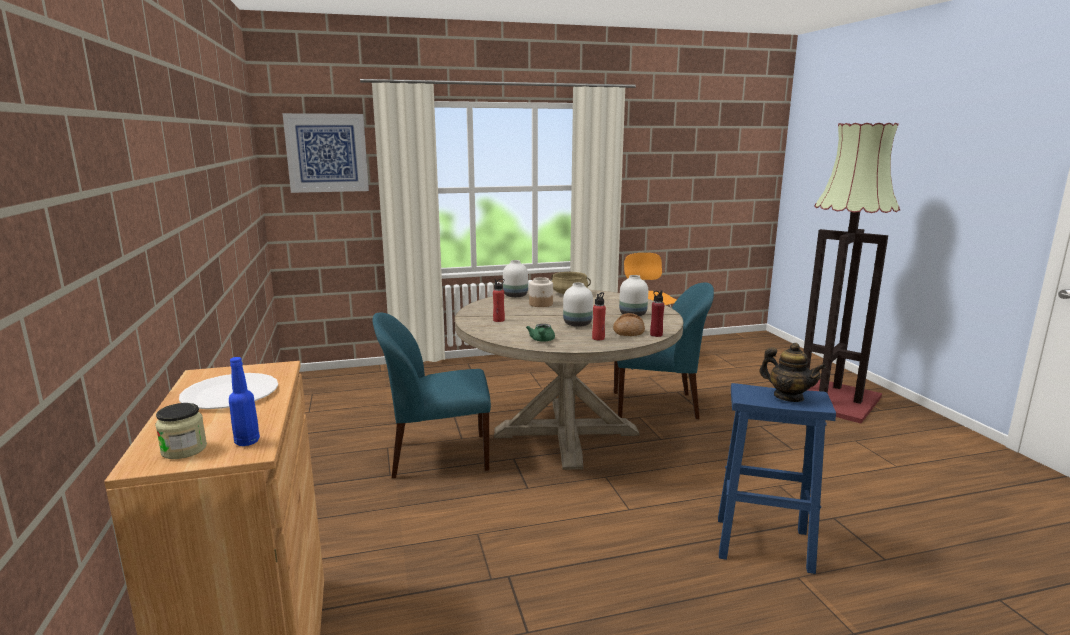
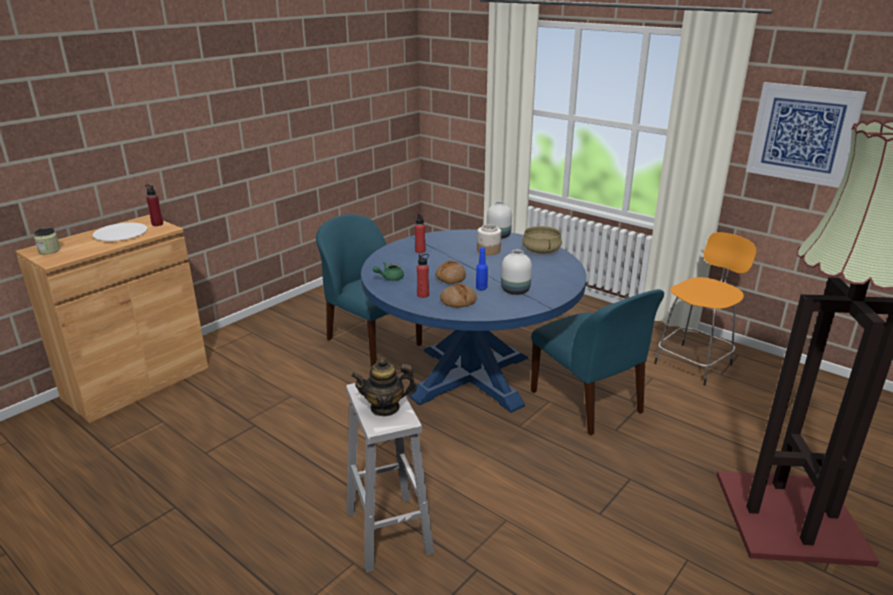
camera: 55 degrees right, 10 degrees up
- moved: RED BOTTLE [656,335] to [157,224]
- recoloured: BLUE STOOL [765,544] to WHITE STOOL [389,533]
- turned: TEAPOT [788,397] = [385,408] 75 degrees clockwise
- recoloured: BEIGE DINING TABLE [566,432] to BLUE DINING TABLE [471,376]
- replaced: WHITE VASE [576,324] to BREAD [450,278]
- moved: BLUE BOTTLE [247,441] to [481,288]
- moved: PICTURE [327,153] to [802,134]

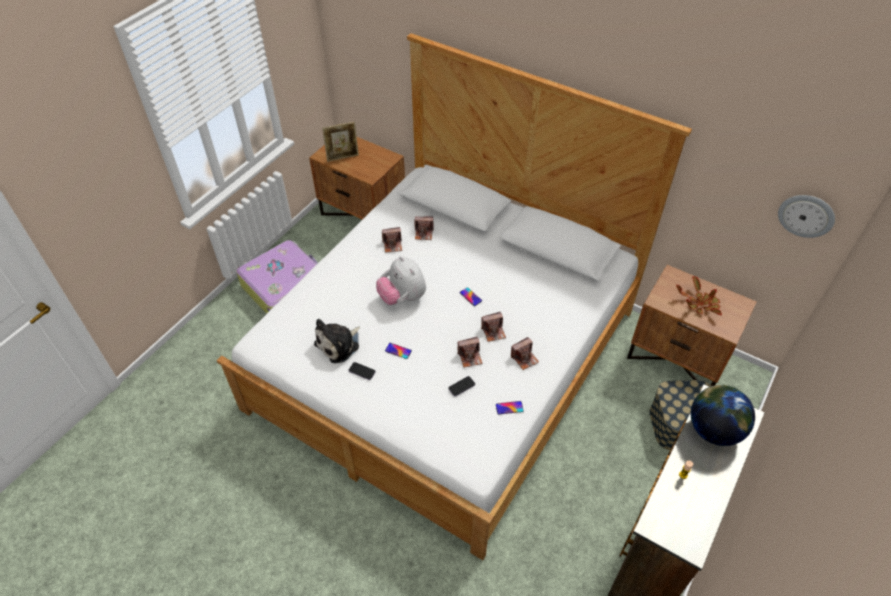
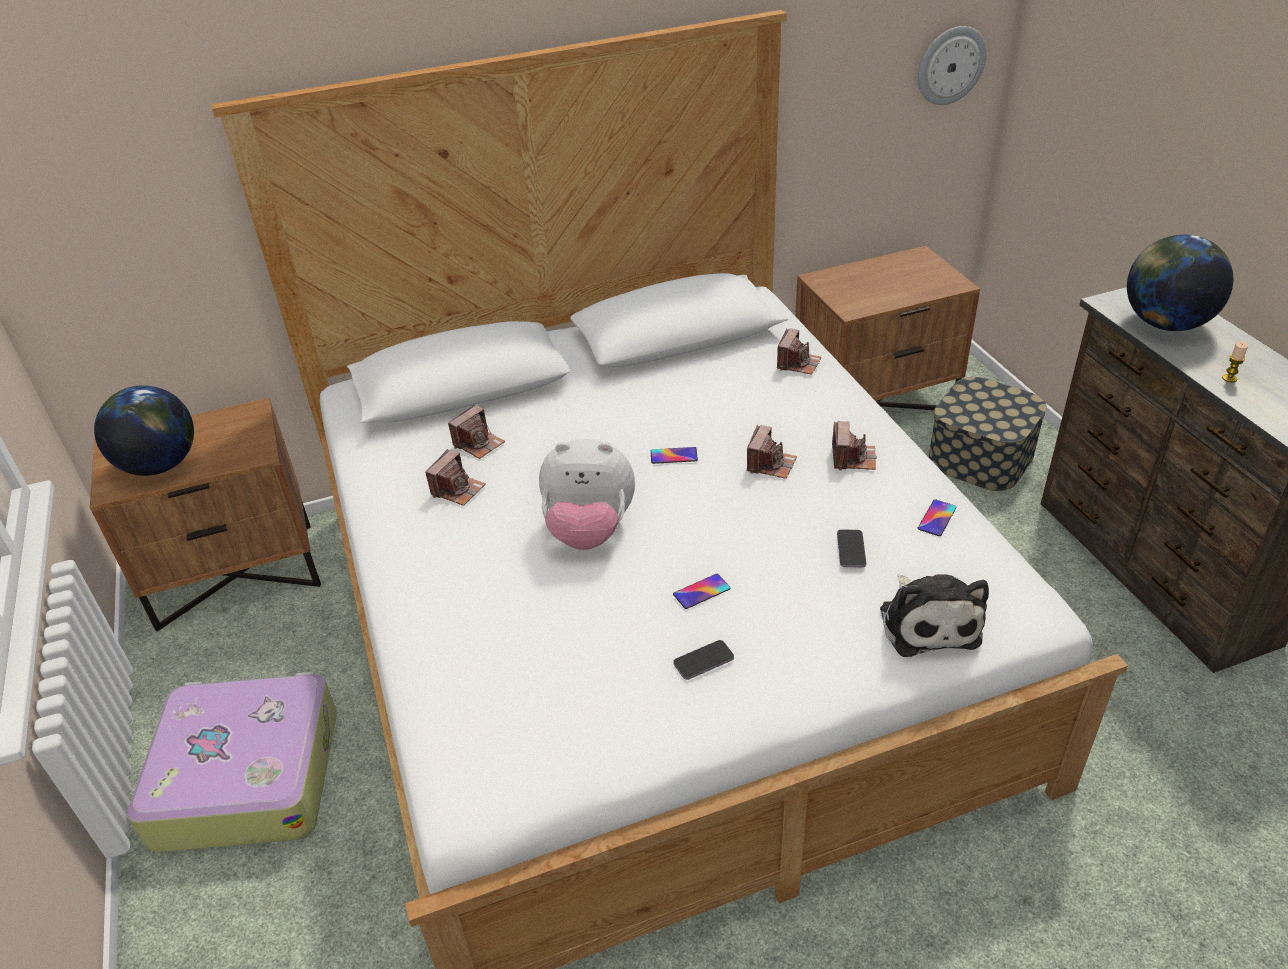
camera: 50 degrees left, 10 degrees down
- replaced: PICTURE FRAME [343,157] to GLOBE [160,465]
- moved: PHOTO CAMERA [470,357] to [798,363]
- moved: PLUSH TOY [339,344] to [928,622]
- removed: POTTED PLANT [699,304]

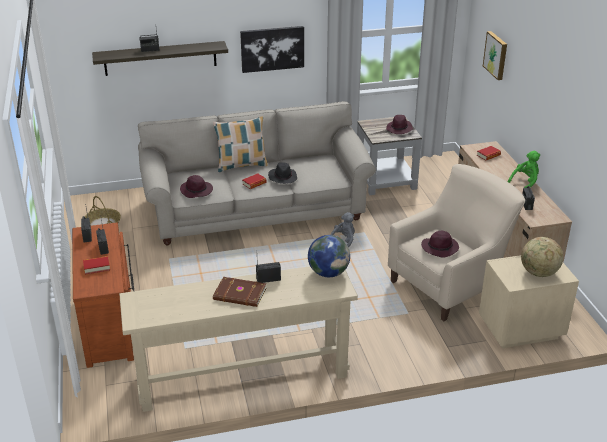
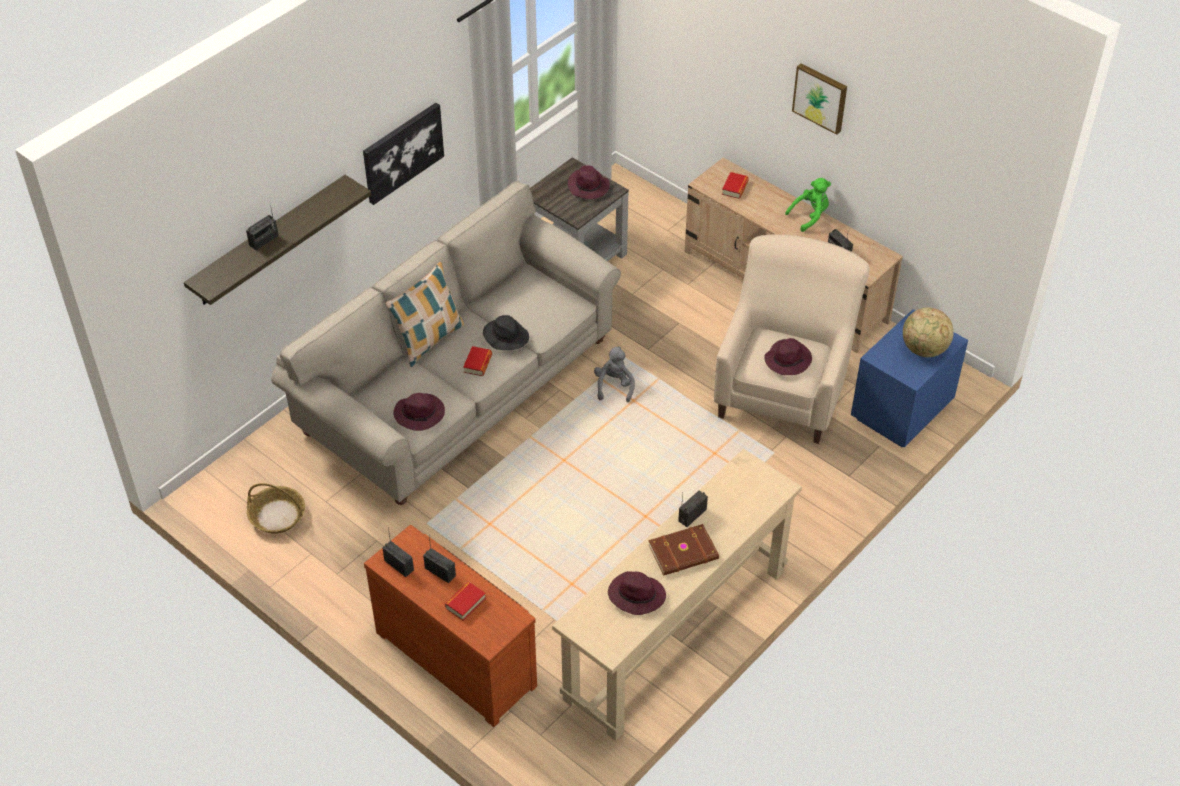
camera: 35 degrees left, 15 degrees up
- added: PURPLE HAT [635,595]
- turned: GREEN PLUSH TOY [525,182] = [810,216] 45 degrees clockwise
- moved: PICTURE [496,55] to [821,97]
- recoloured: BEIGE NIGHTSTAND [519,329] to BLUE NIGHTSTAND [899,412]
- removed: GLOBE [328,273]

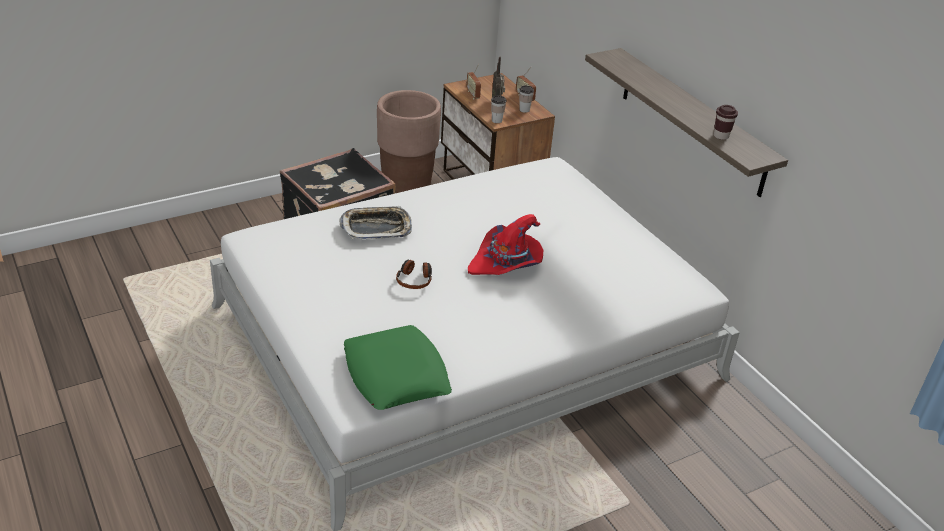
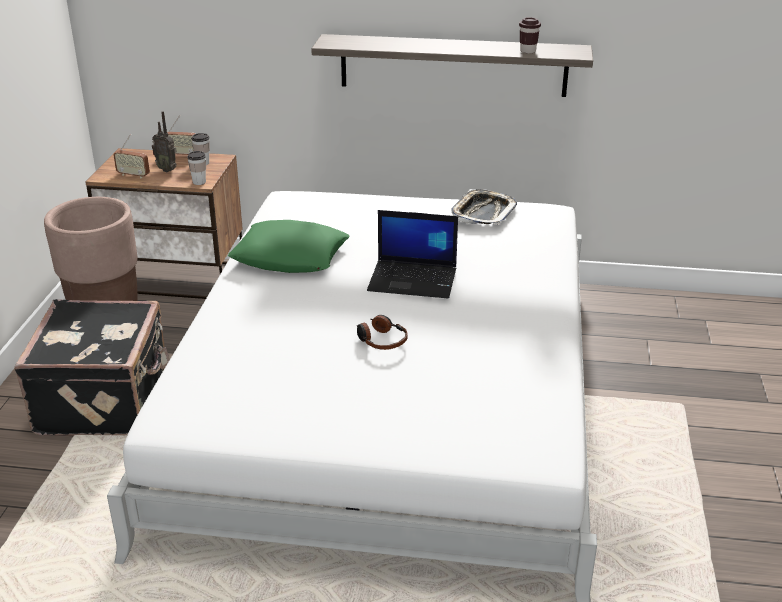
camera: 50 degrees left, 5 degrees down
- moved: GREEN PILLOW [396,375] to [290,256]
- replaced: RED HAT [506,263] to LAPTOP [414,279]
- moved: TRAY [376,227] to [483,212]

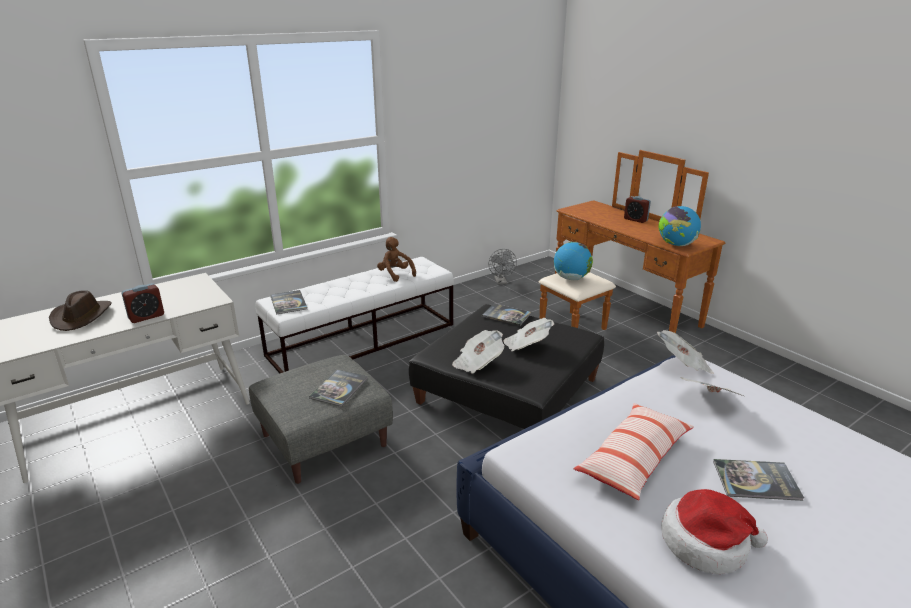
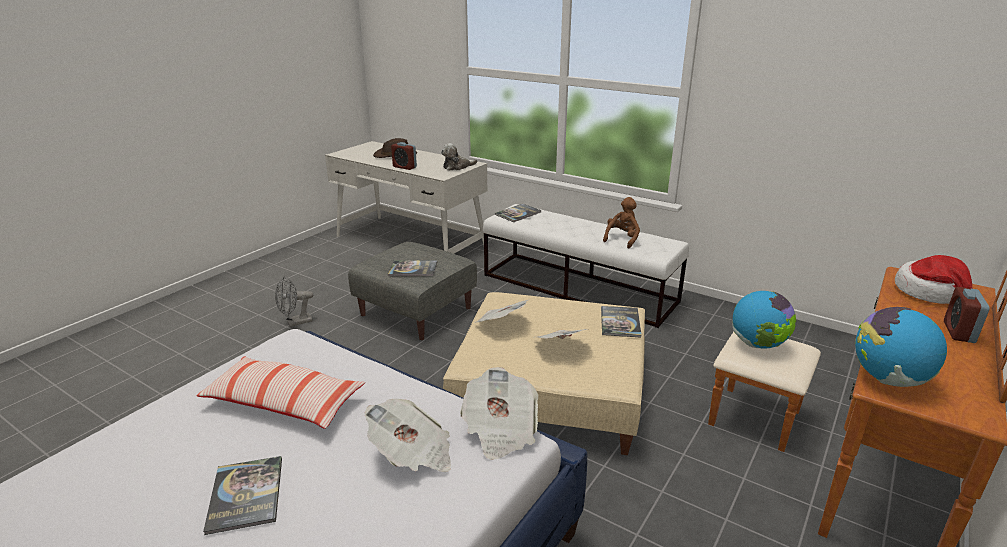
camera: 70 degrees right, 0 degrees up
- moved: GREY FAN [501,282] to [295,322]
- added: PLUSH TOY [457,167]
- recoloured: BLACK OTTOMAN [508,391] to BEIGE OTTOMAN [551,390]
- moved: HAT [706,543] to [931,293]

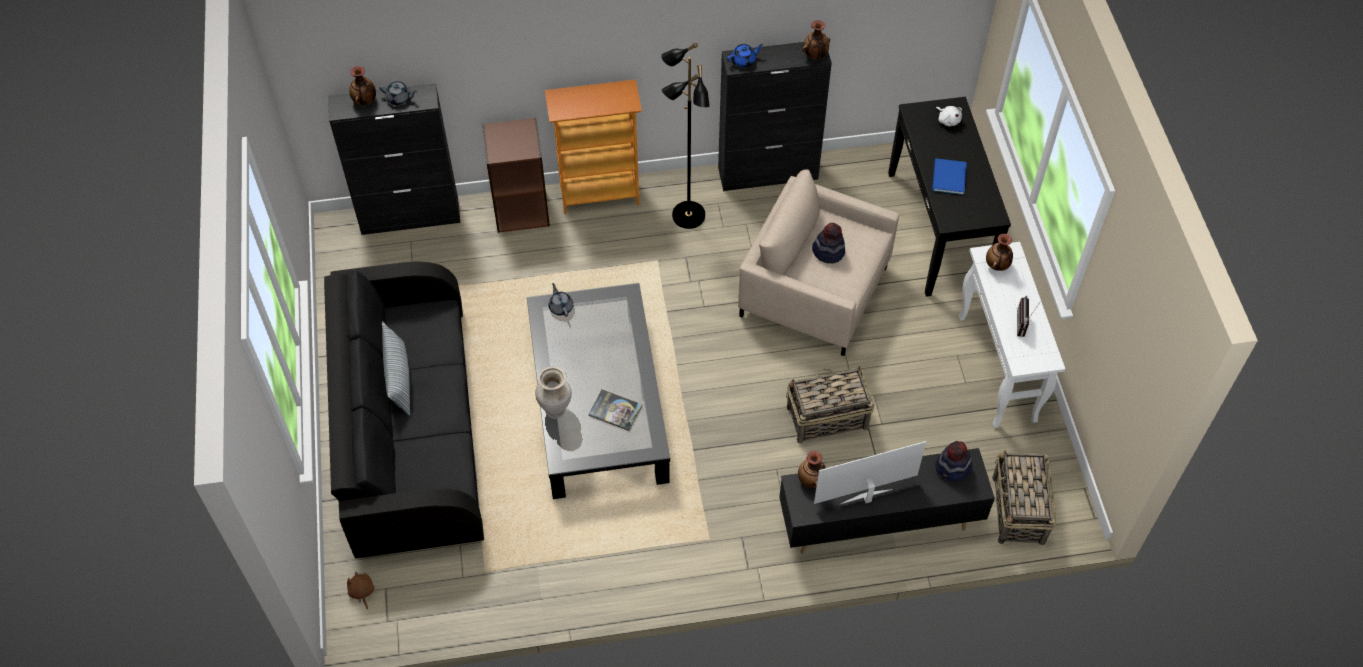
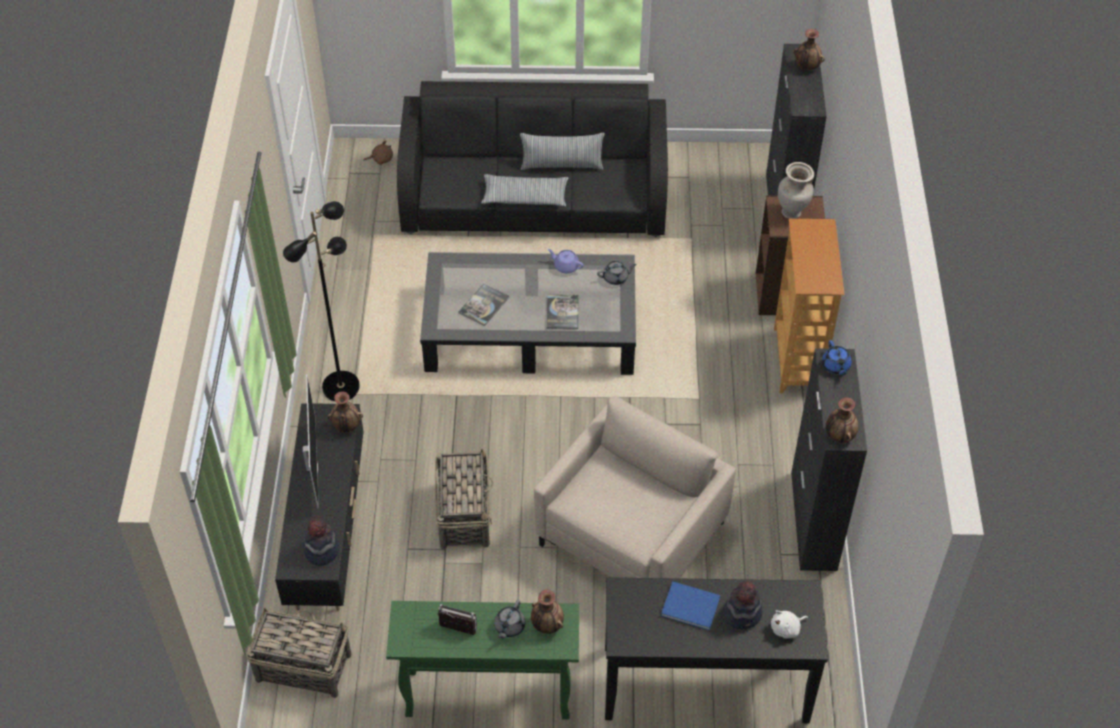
camera: 100 degrees right, 5 degrees down
- moved: BLACK FLOOR LAMP [687,216] to [340,386]
- recoloured: WHITE CONSOLE TABLE [997,369] to GREEN CONSOLE TABLE [486,695]
- added: PILLOW [525,197]
- moved: GREY TEAPOT [399,99] to [509,626]
- added: BOOK [562,312]
- added: PURPLE TEAPOT [565,266]
- moved: HAT [828,251] to [743,613]
- moved: BEIGE VASE [556,410] to [792,213]

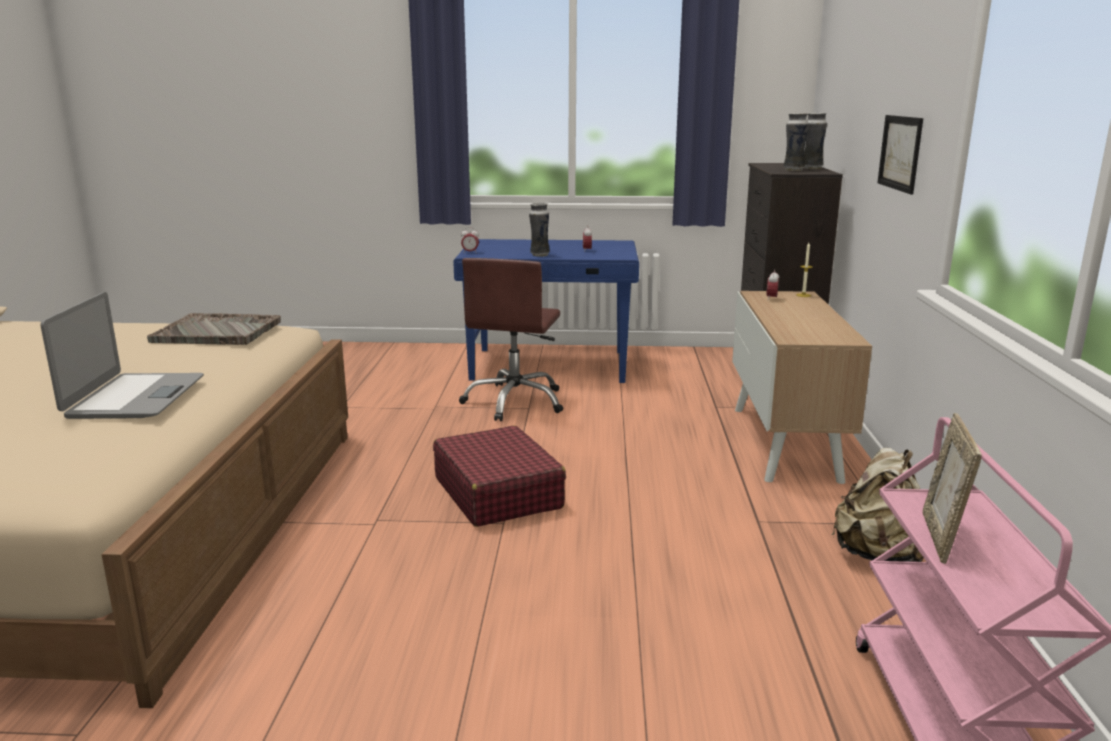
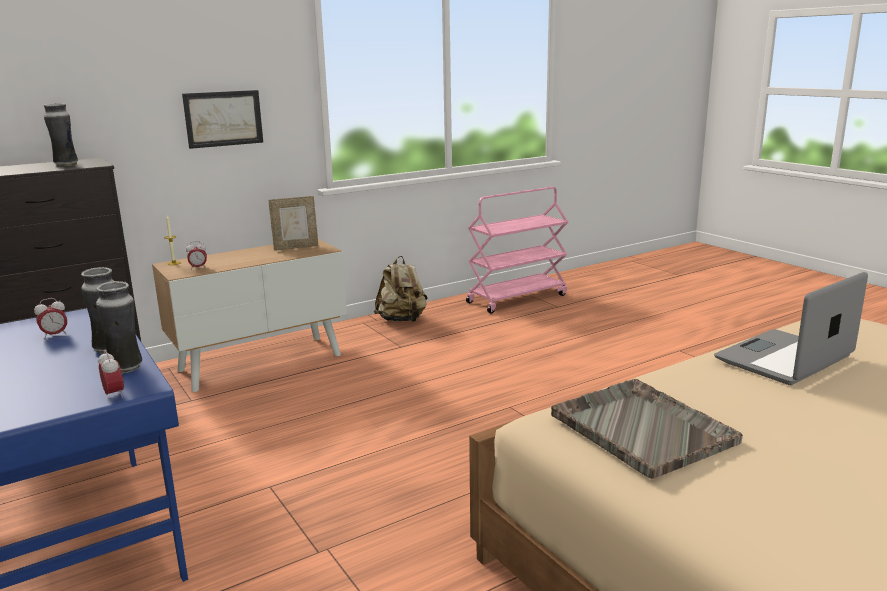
camera: 125 degrees left, 0 degrees up
- moved: VASE [811,168] to [126,368]
- moved: PICTURE FRAME [941,538] to [296,247]
- removed: RED SUITCASE [497,492]
- removed: BROWN OFFICE CHAIR [515,402]

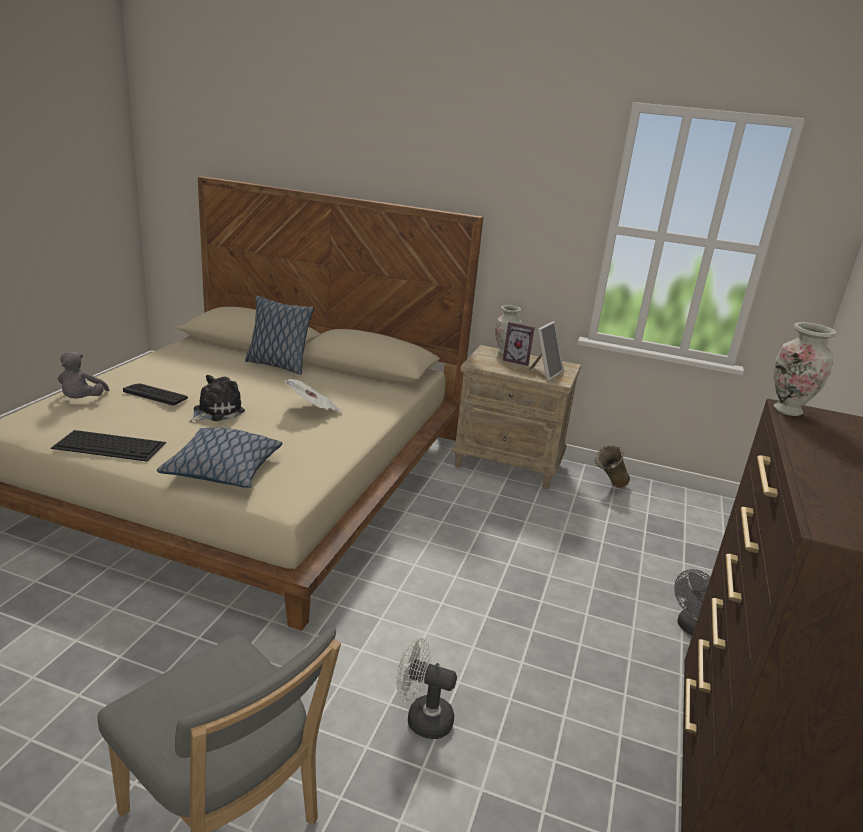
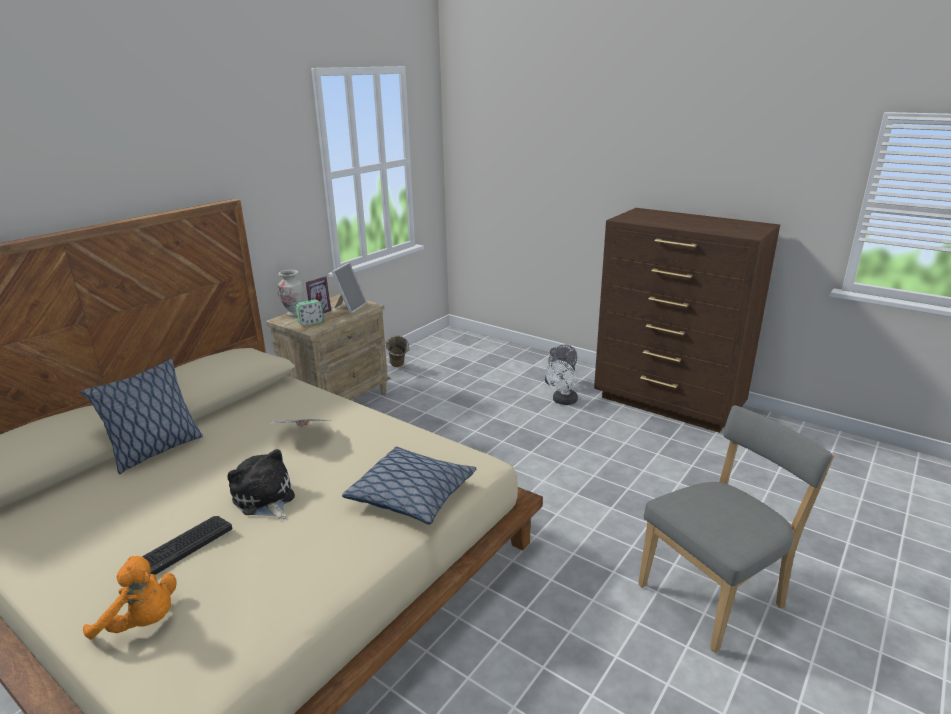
camera: 70 degrees left, 0 degrees up
- recoloured: GREY PLUSH TOY [82,400] to ORANGE PLUSH TOY [142,623]
- added: ALARM CLOCK [311,323]
- turned: PICTURE FRAME [544,373] = [350,307] 60 degrees clockwise
- moved: WHITE FAN [422,718] to [563,401]
- removed: KEYBOARD [111,445]
- removed: VASE [788,410]

